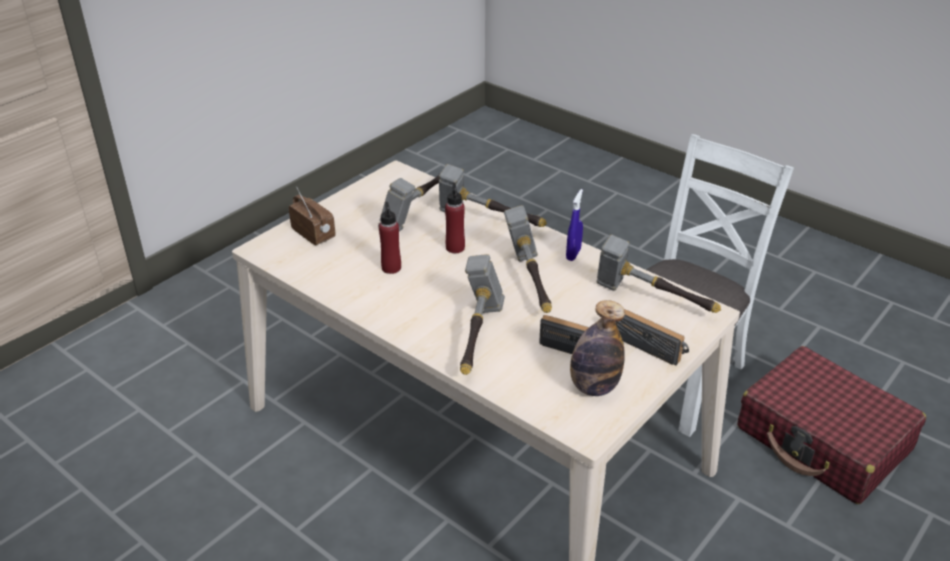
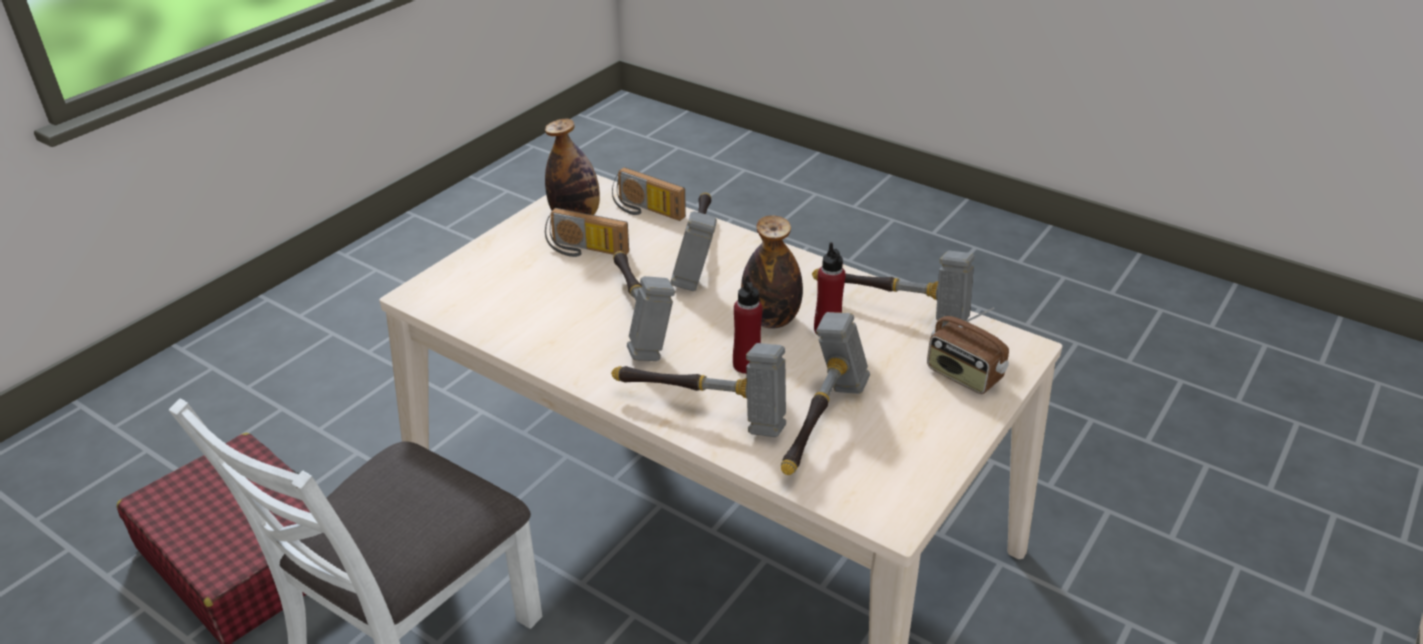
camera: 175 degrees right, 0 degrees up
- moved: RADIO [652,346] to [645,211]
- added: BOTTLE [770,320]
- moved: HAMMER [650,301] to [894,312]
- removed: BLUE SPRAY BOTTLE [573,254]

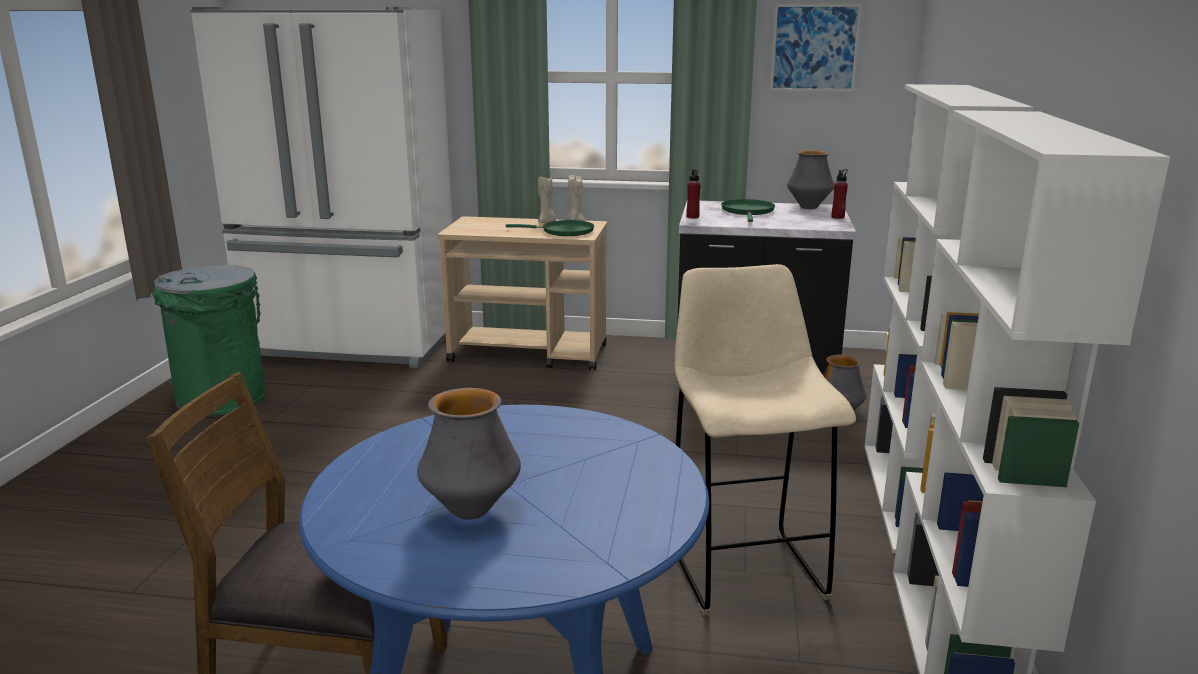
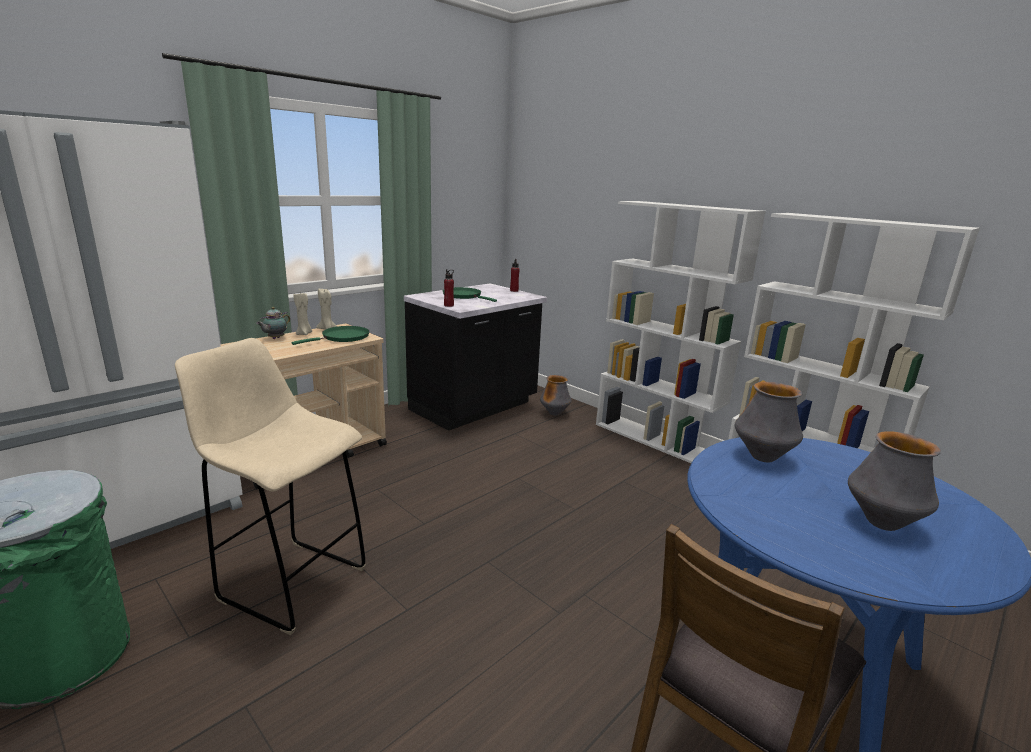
camera: 55 degrees left, 0 degrees up
- moved: BEIGE STOOL [744,568] to [290,582]
- added: TEAPOT [275,338]
- moved: VASE [808,207] to [762,457]
- removed: PICTURE [814,48]

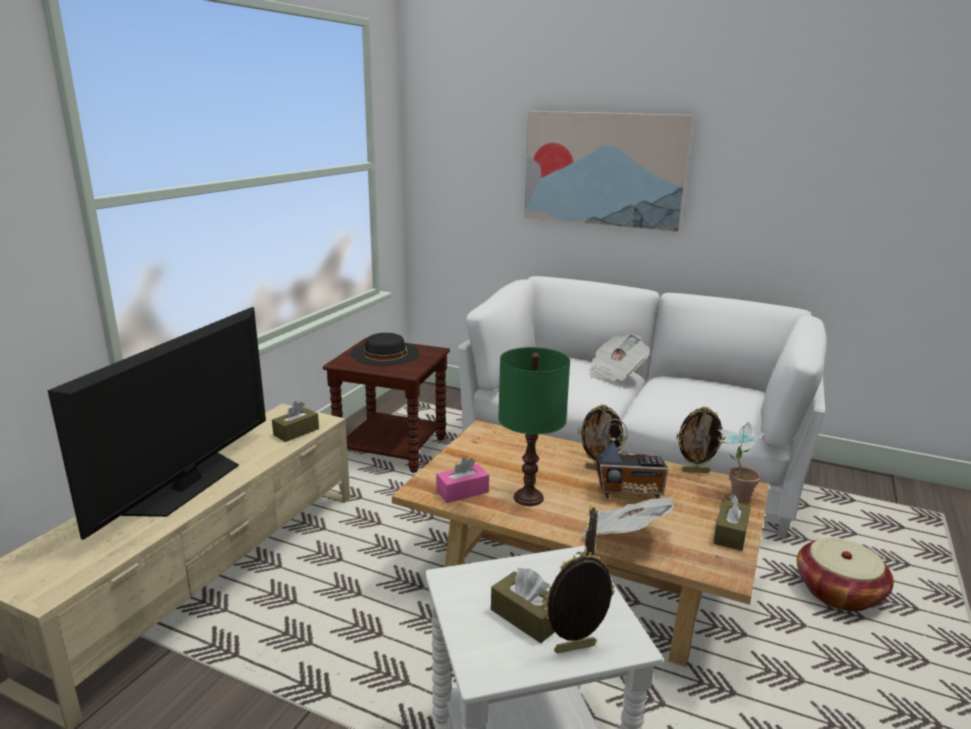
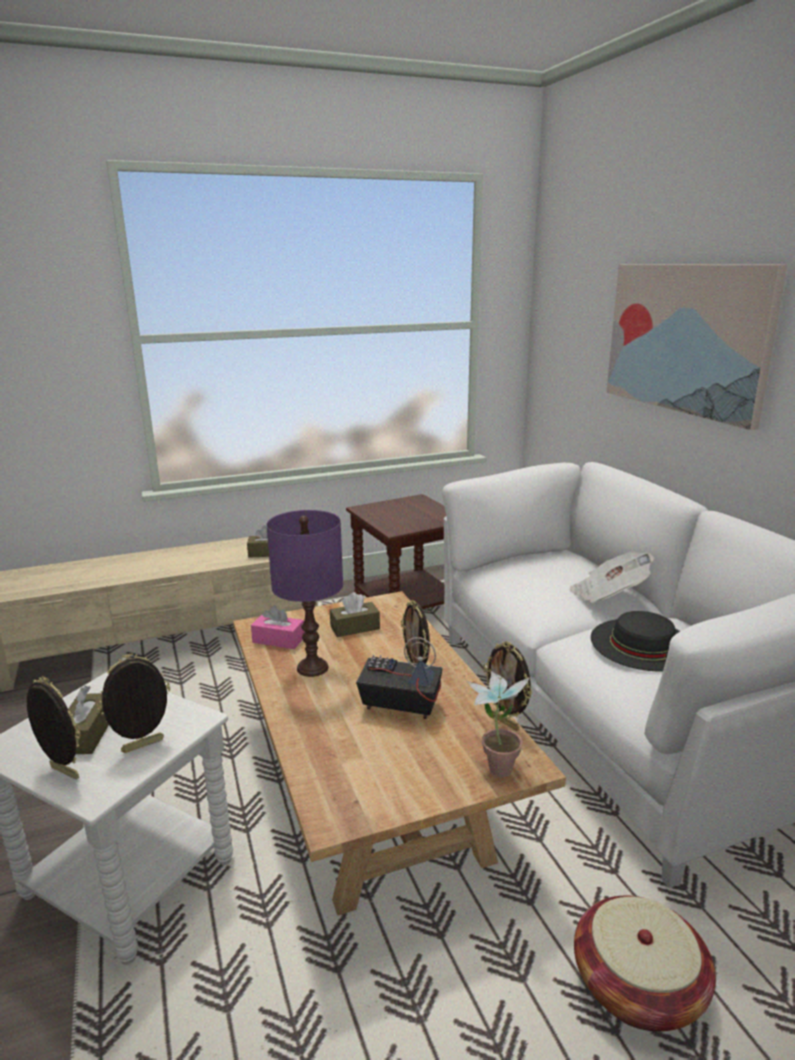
camera: 45 degrees right, 0 degrees up
- recoloured: GREEN TABLE LAMP [529,497] to PURPLE TABLE LAMP [313,668]
- moved: BROWN TISSUE BOX [730,534] to [355,627]
- turned: RADIO [629,492] = [399,706] 150 degrees clockwise
- moved: BLACK HAT [385,353] to [643,644]
- removed: TELEVISION [187,485]
- removed: NEWSPAPER [623,536]

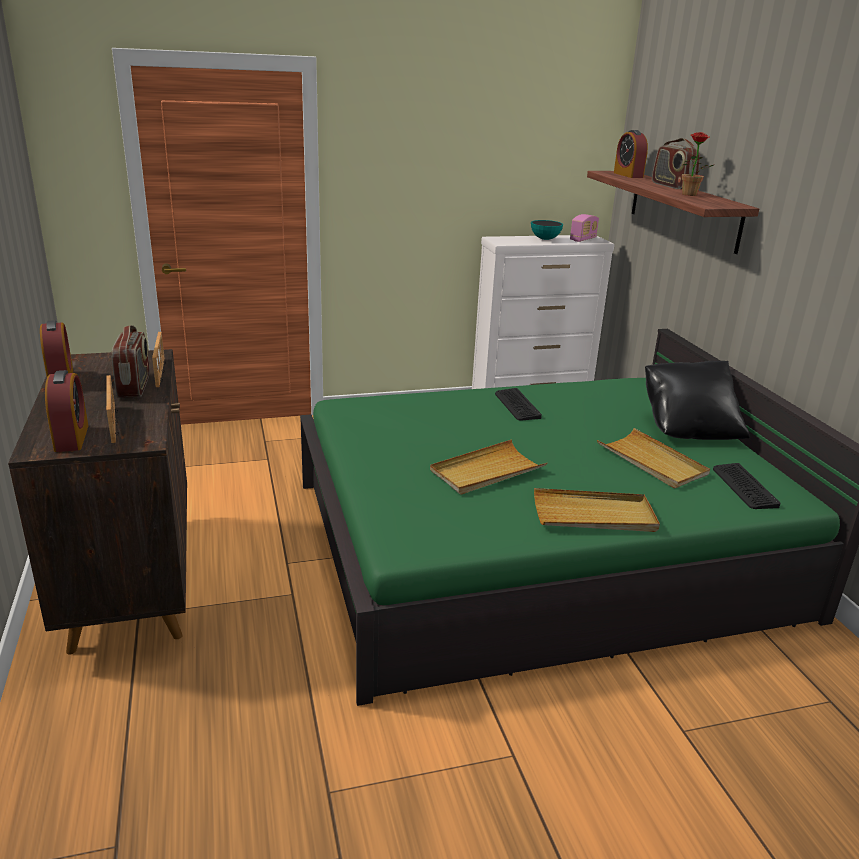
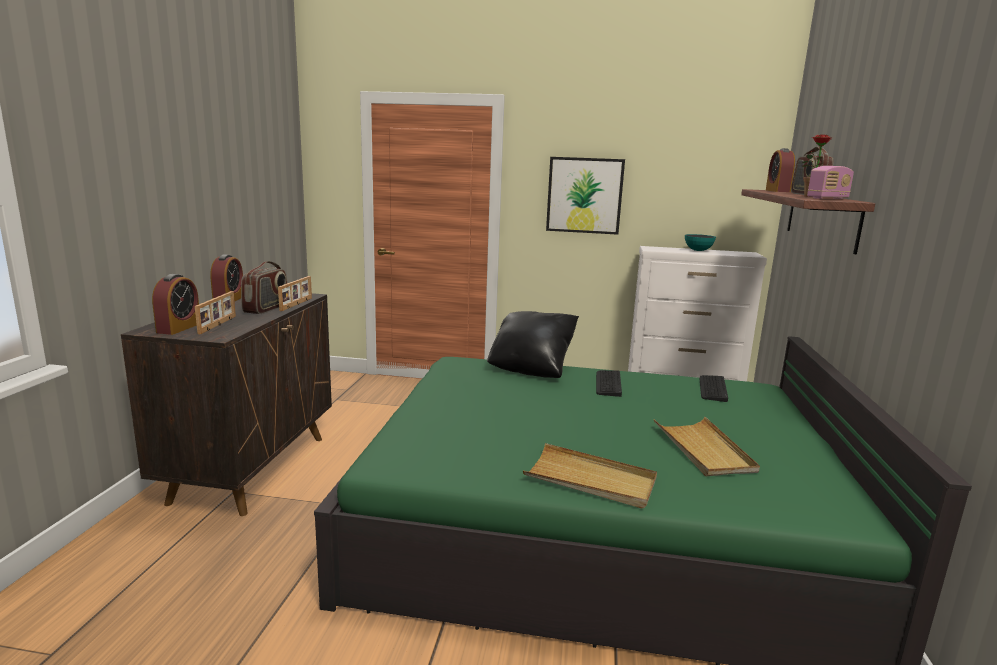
camera: 25 degrees right, 10 degrees down
- moved: BLACK PILLOW [688,429] to [531,368]
- added: PICTURE [584,195]
- moved: KEYBOARD [744,487] to [712,388]
- moved: RADIO [583,239] to [827,198]
- removed: BEIGE TRAY [486,471]

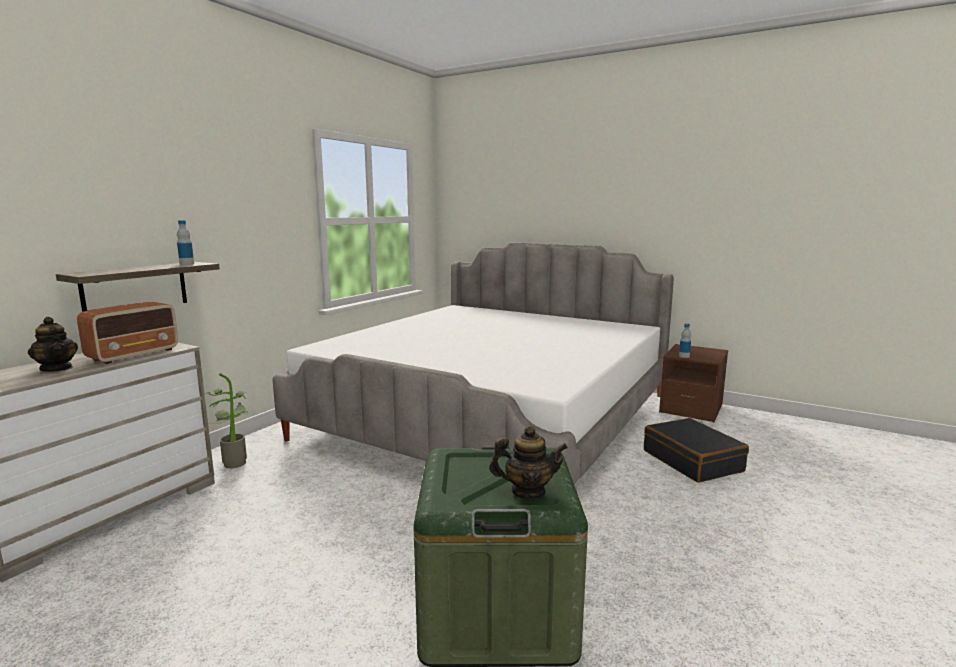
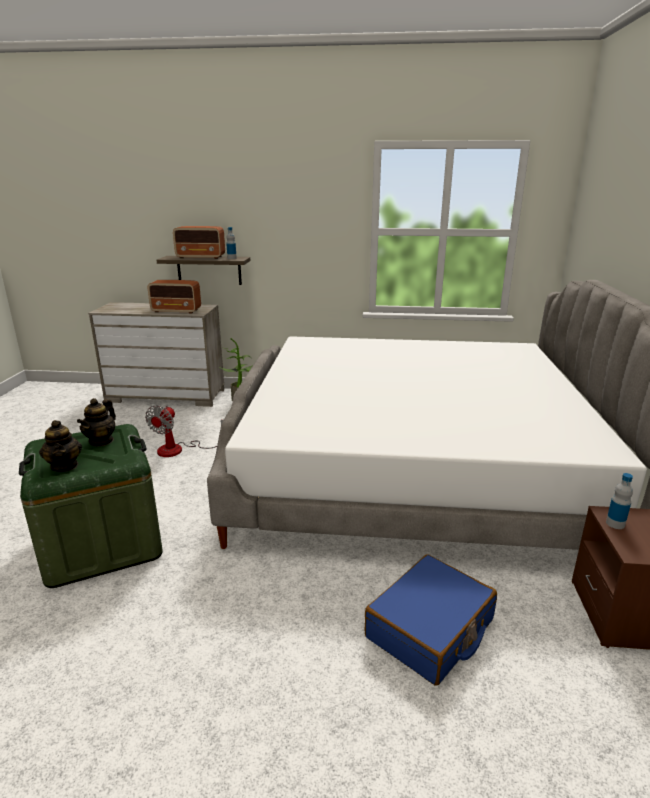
camera: 65 degrees right, 10 degrees up
- moved: TEAPOT [57,368] to [101,441]
- added: FAN [179,449]
- added: RADIO [201,257]
- recoloured: BLACK SUITCASE [692,461] to BLUE SUITCASE [430,629]

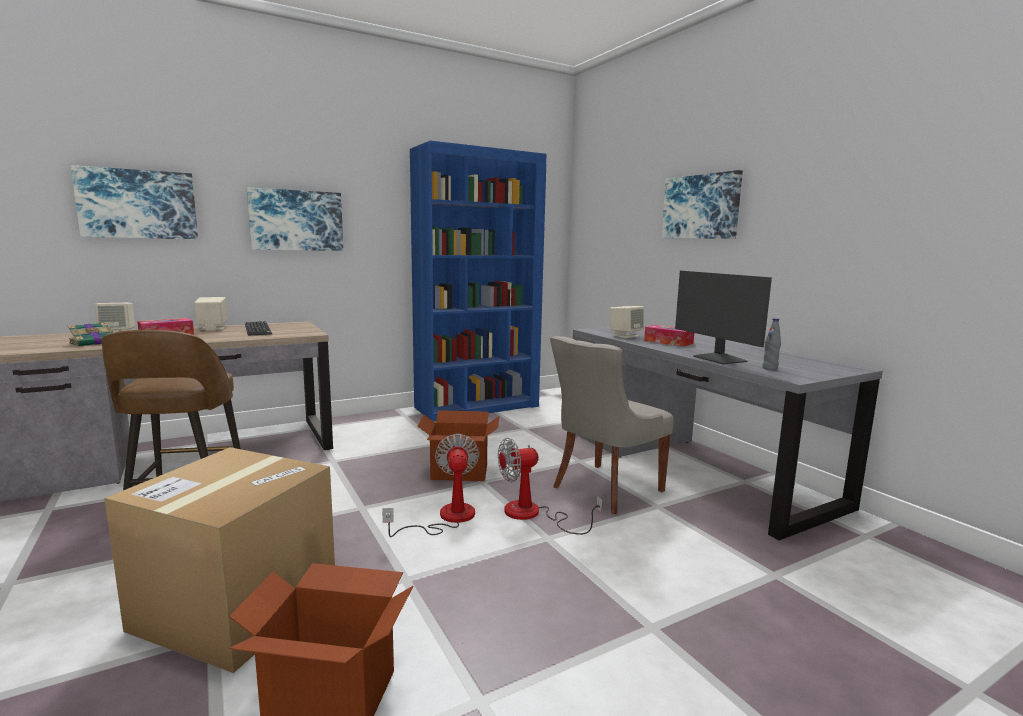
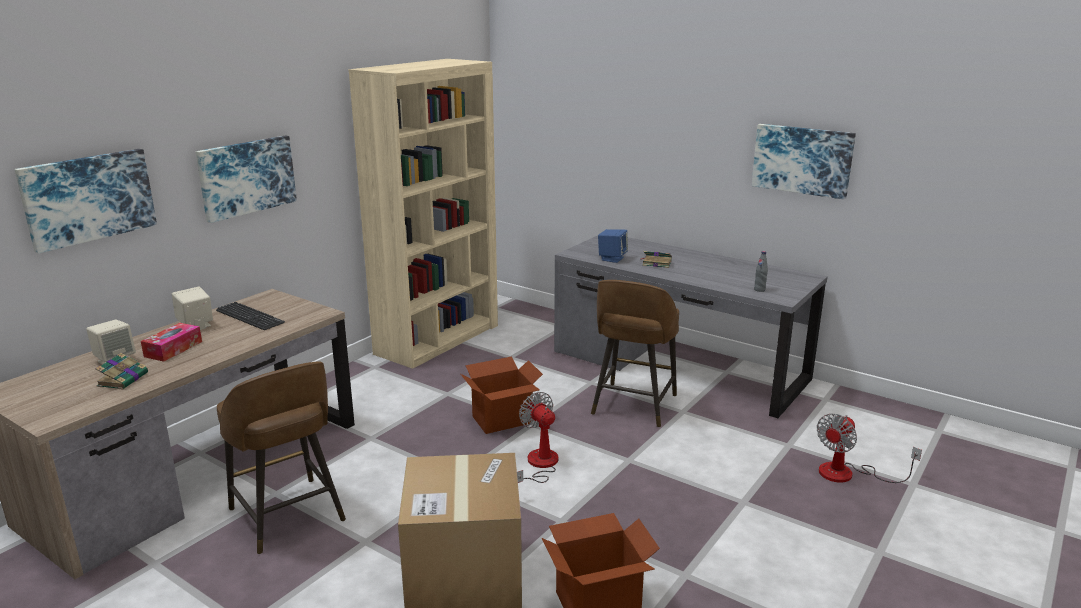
camera: 25 degrees left, 10 degrees up
- recoloured: BLUE BOOKCASE [477,407] to BEIGE BOOKCASE [438,339]
- replaced: GREY CHAIR [604,489] to BROWN STOOL [633,406]
- recoloured: BEIGE SPEAKER [625,336] to BLUE SPEAKER [612,258]
- replaced: TISSUE BOX [668,342] to BOOK [656,263]
- moved: PICTURE [701,207] to [802,160]
- moved: FAN [533,515] to [848,474]
- removed: MONITOR [718,359]

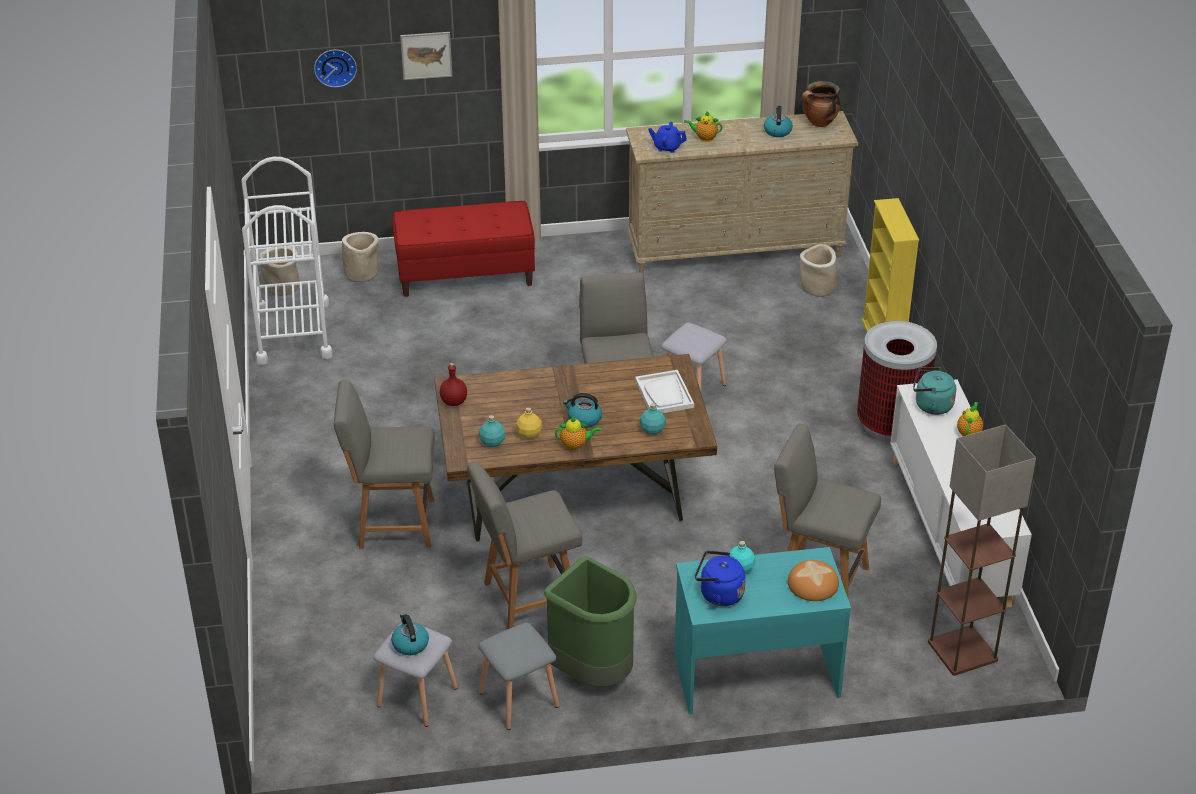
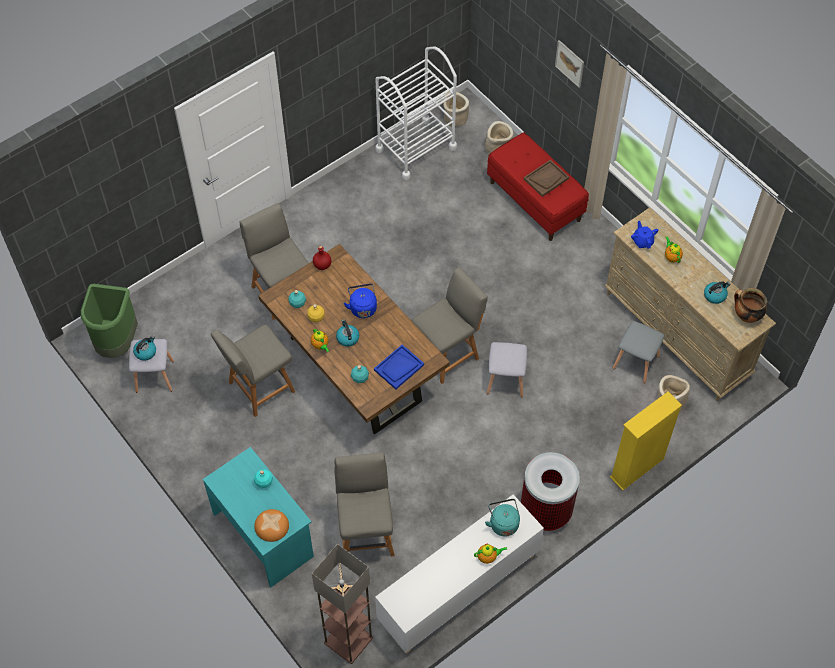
camera: 60 degrees right, 20 degrees up
- moved: GREEN TRASH CAN [593,673] to [117,343]
- turned: GREY CHAIR [527,598] = [259,388] 75 degrees counterclockwise
- moved: BLUE KETTLE [718,594] to [362,307]
- recoloured: WHITE TRAY [664,394] to BLUE TRAY [399,368]
- added: BROWN TRAY [546,179]
- moved: GREY STOOL [517,699] to [635,361]
- removed: WALL CLOCK [335,66]

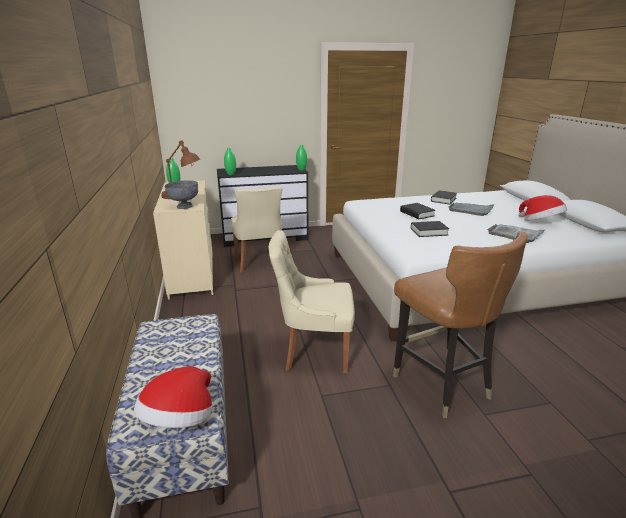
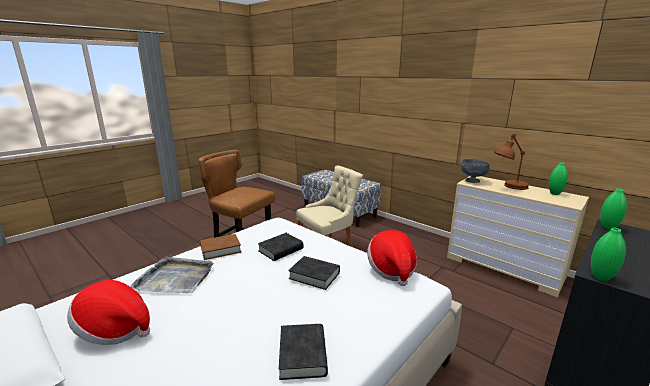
camera: 145 degrees right, 5 degrees down
- added: BROWN BOOK [220,249]
- moved: HAT [180,420] to [391,269]
- removed: BEIGE CHAIR [259,263]
- removed: GREY TRAY [471,210]

